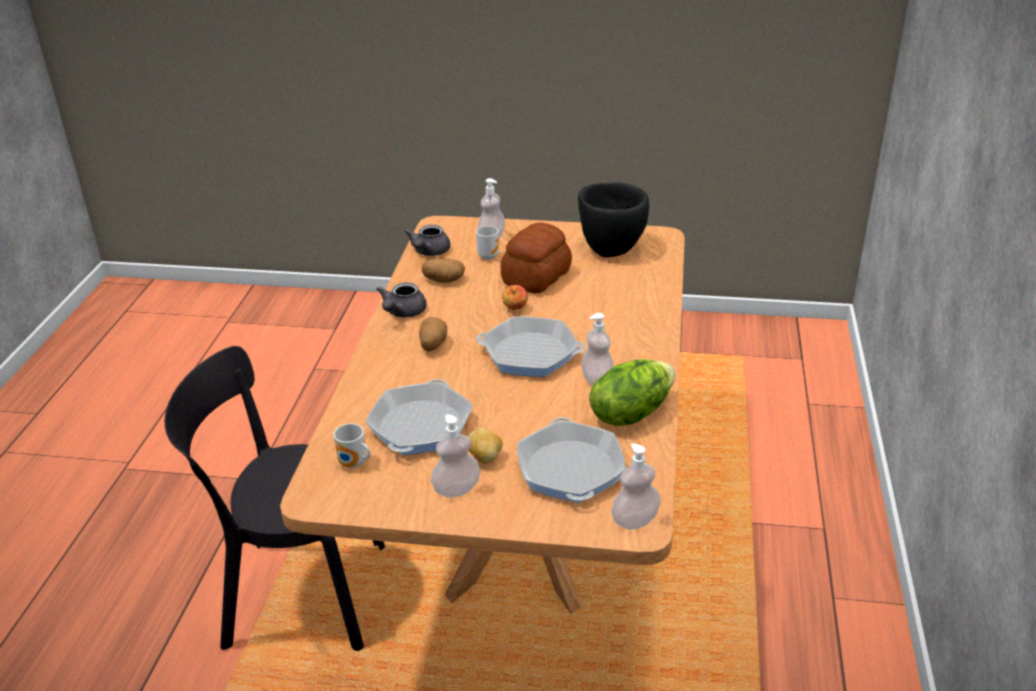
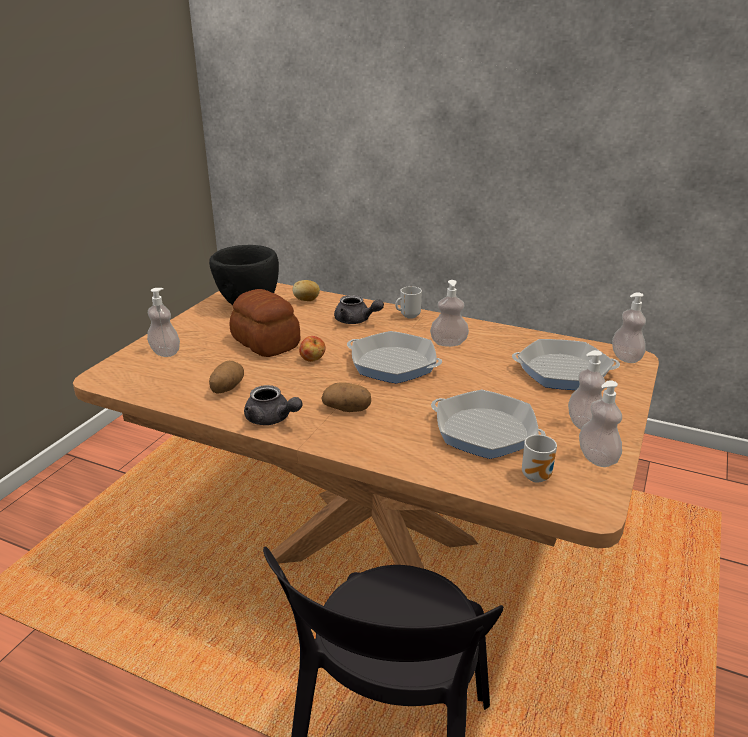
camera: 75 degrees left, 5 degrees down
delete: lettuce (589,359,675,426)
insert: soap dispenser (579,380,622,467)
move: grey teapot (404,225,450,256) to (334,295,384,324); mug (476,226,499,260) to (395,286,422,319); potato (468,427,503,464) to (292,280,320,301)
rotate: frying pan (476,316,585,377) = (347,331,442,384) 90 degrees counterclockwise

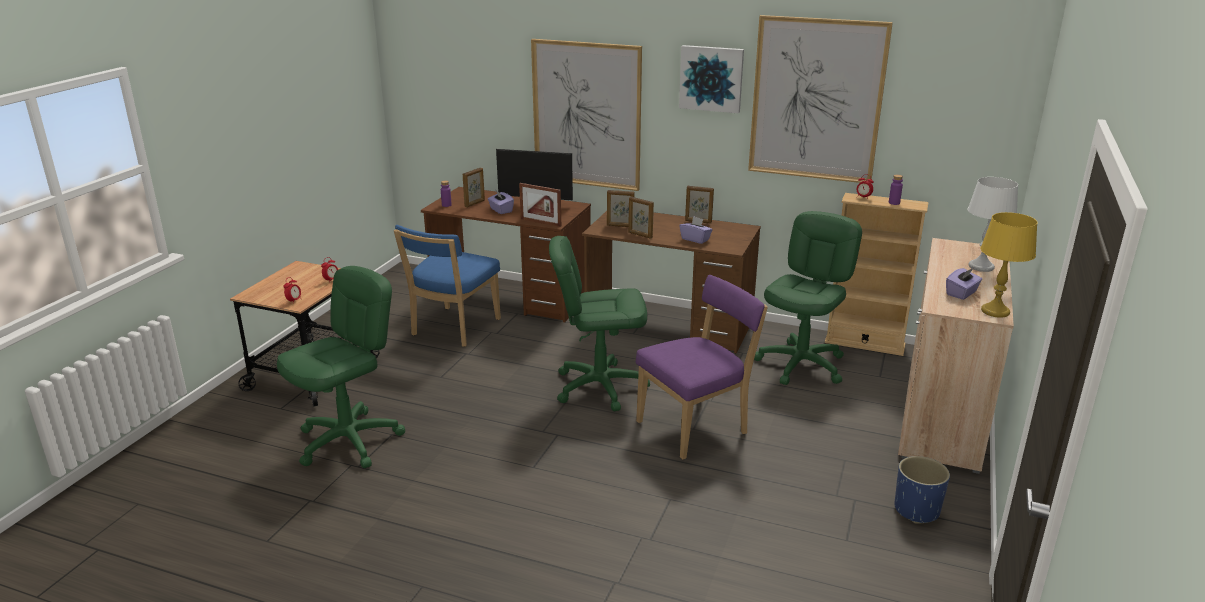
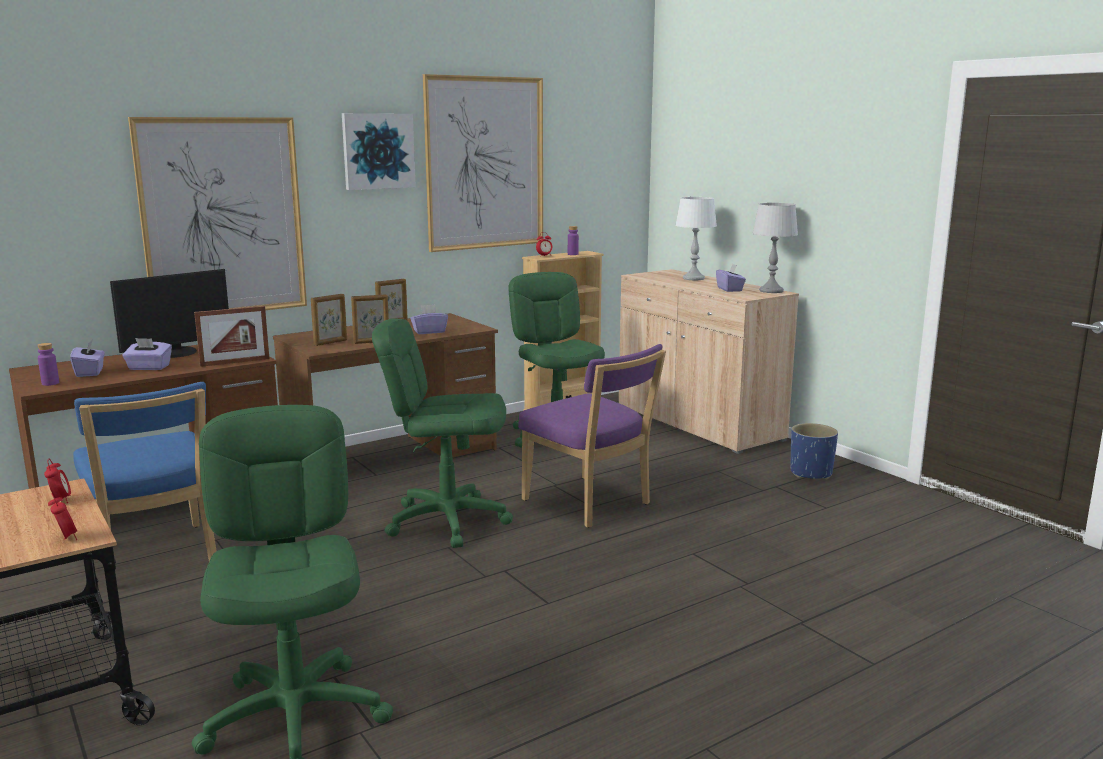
camera: 55 degrees left, 10 degrees down
replace: picture frame (463,167,485,207) to purple tissue box (70,340,105,377)
recolor: yellow table lamp (980,212,1038,318) to grey table lamp (752,203,798,293)
rotate: green office chair (549,236,650,411) = (372,318,513,548) 60 degrees clockwise; purple chair (636,275,768,459) = (518,344,666,528) 135 degrees clockwise

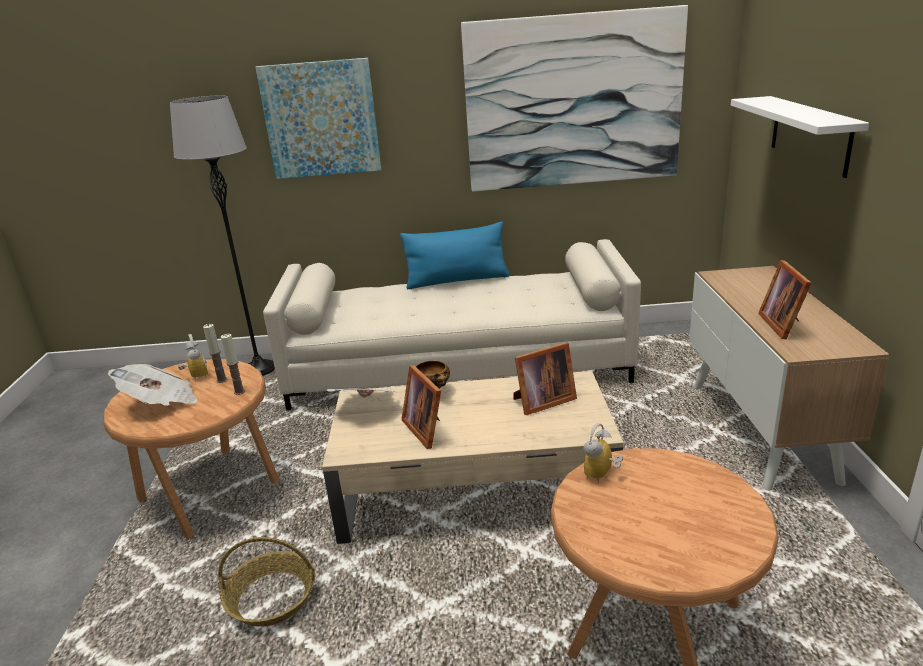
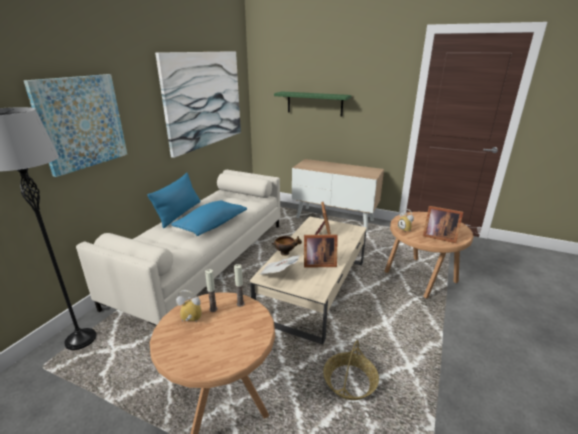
camera: 65 degrees left, 0 degrees up
delete: newspaper (108,364,198,406)
insert: blue pillow (171,200,247,236)
move: picture frame (758,260,812,339) to (423,206,463,243)
recolor: white shelf (731,96,869,178) to green shelf (274,91,351,116)

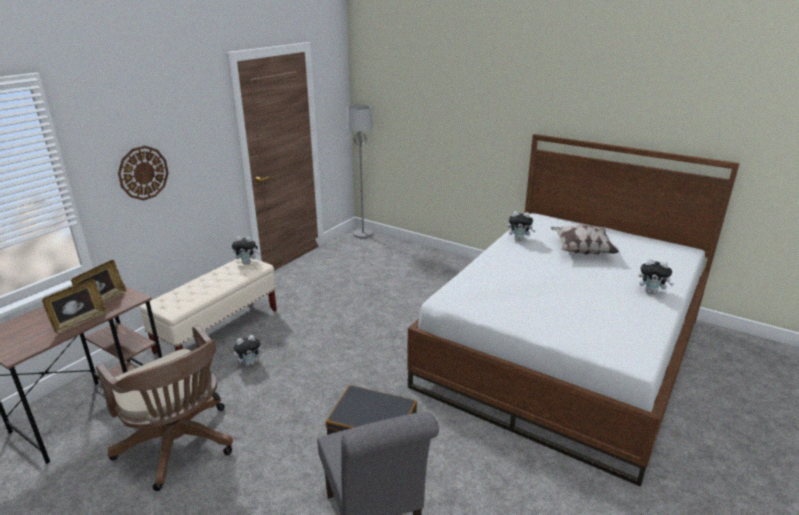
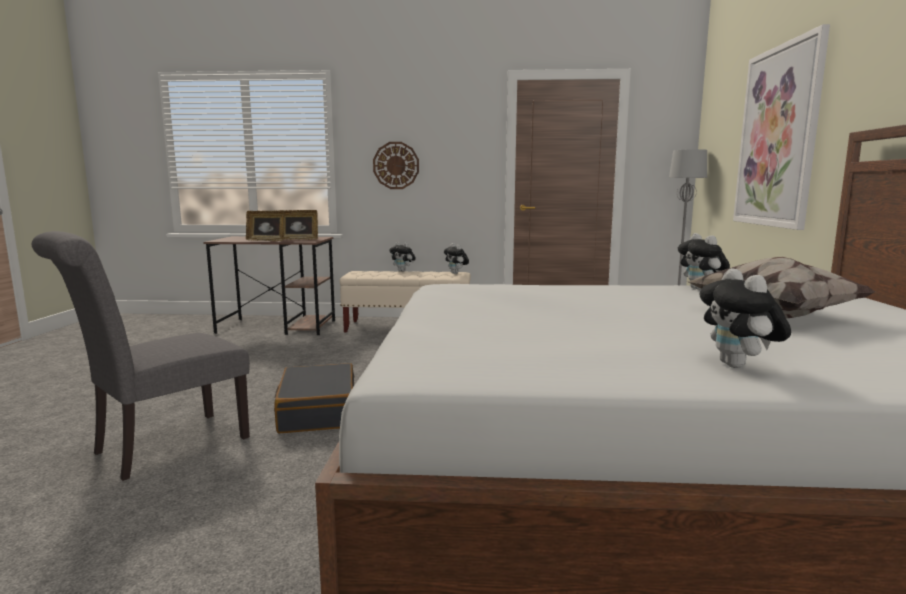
camera: 60 degrees right, 15 degrees down
delete: brown office chair (96,325,233,491)
insert: picture (733,24,830,230)
move: plush toy (234,335,264,366) to (389,242,416,272)

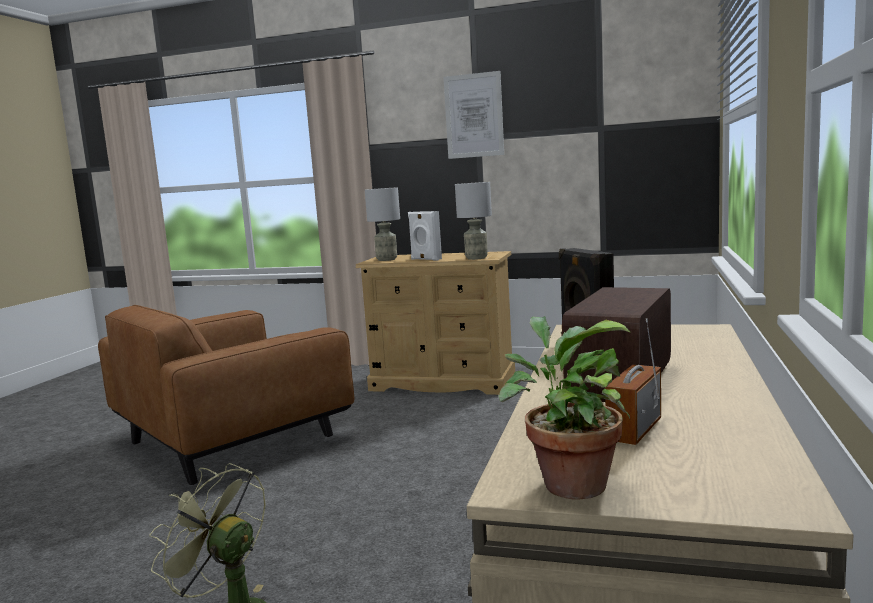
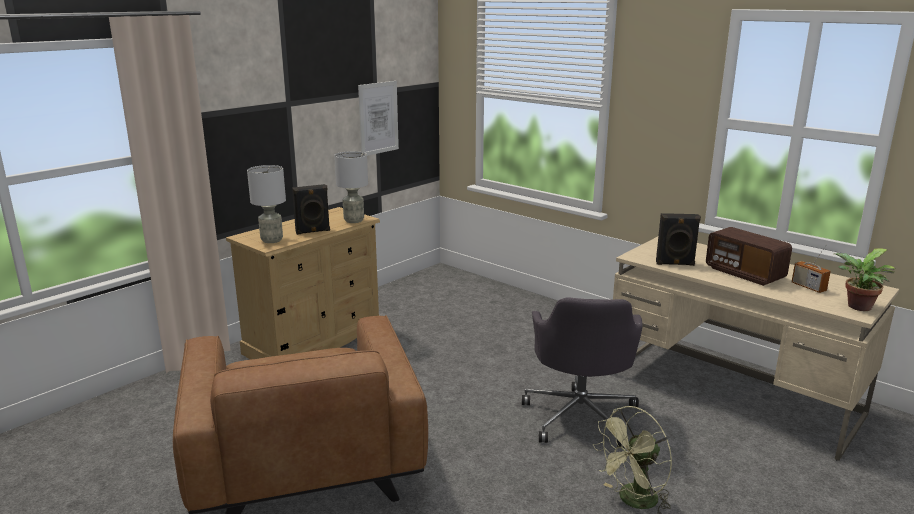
camera: 65 degrees left, 10 degrees up
insert: grey office chair (522,297,643,448)
move: picture (443,71,504,159) to (358,81,399,156)
recolor: white speaker (408,211,442,261) to black speaker (292,184,330,235)

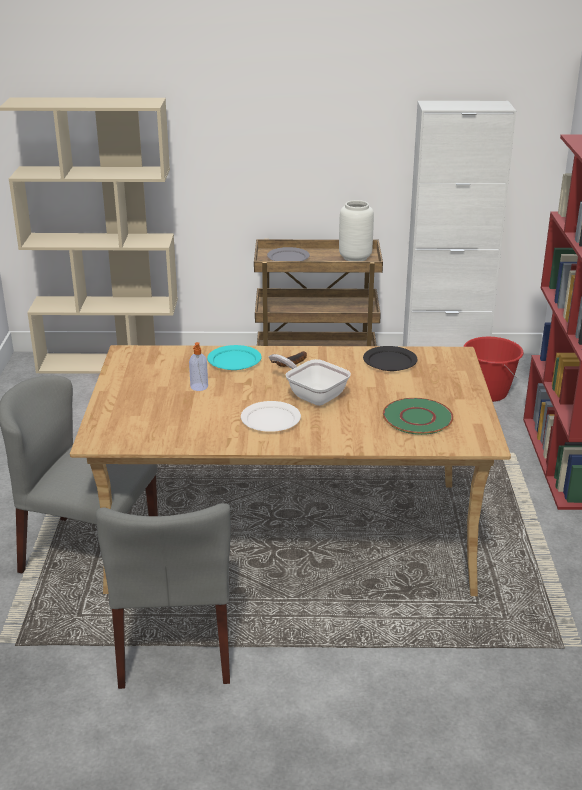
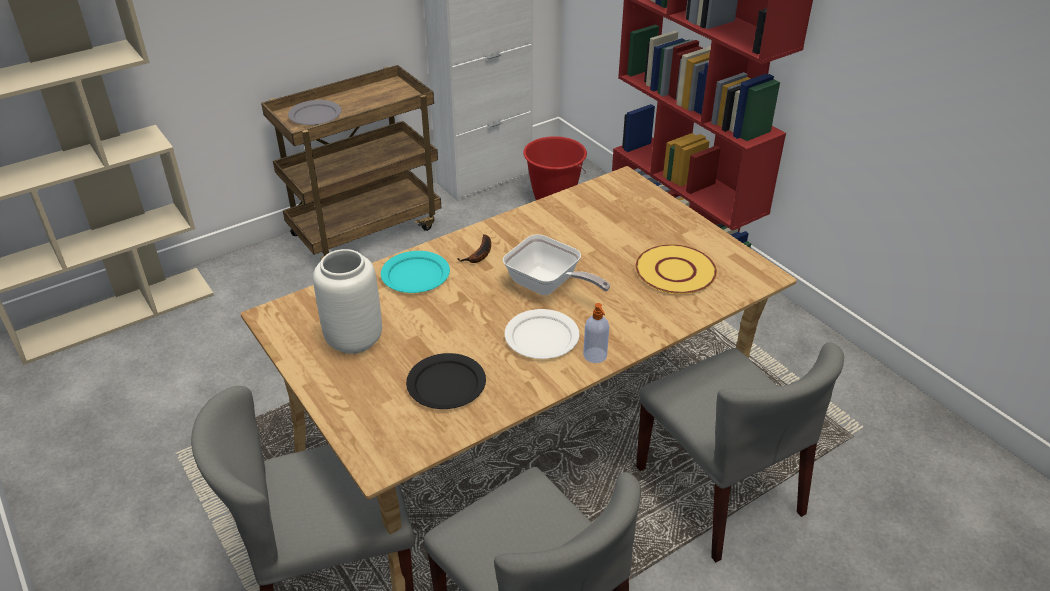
camera: 35 degrees left, 10 degrees up
insert: grey chair (636,342,844,562)
move: white vase (339,200,374,261) to (313,249,382,354); soap dispenser (189,342,208,391) to (583,303,609,363); black plate (363,346,417,371) to (406,353,486,409)
recolor: green plate (383,398,454,435) to yellow plate (636,244,717,294)
rotate: frying pan (269,354,351,406) = (503,234,610,295) 150 degrees counterclockwise

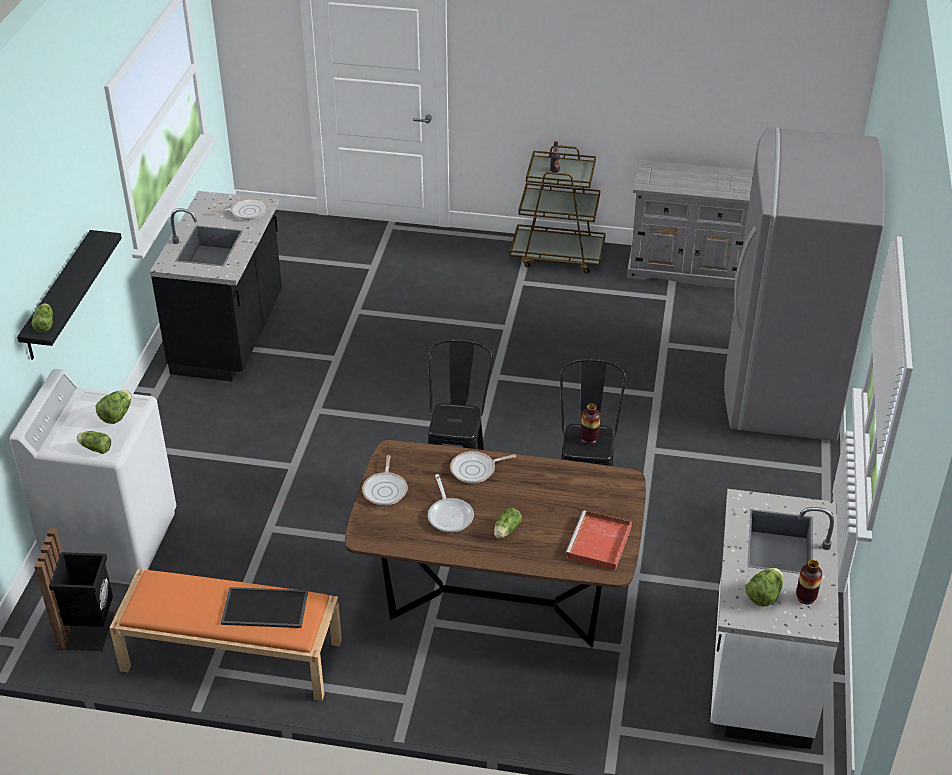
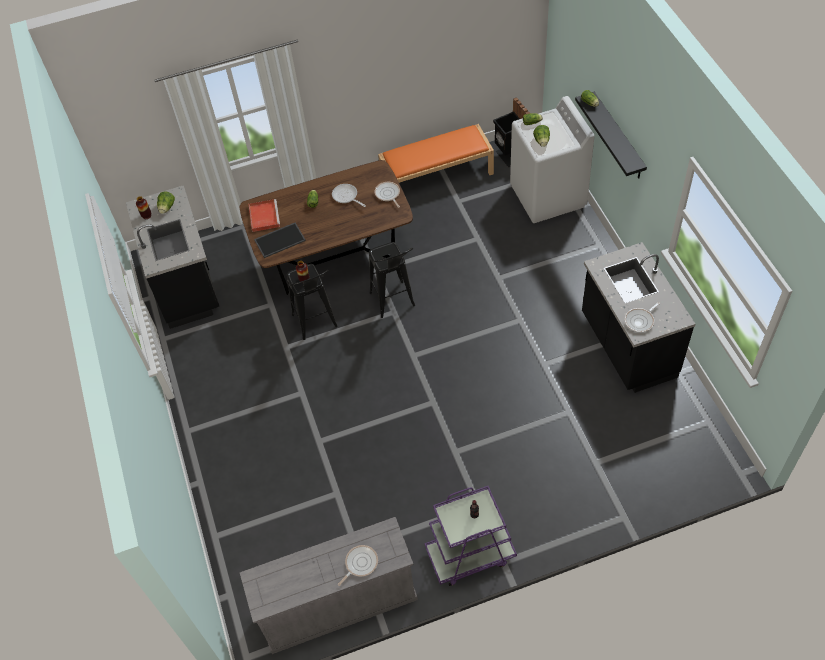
camera: 155 degrees right, 15 degrees up
delete: grey fridge (724,127,885,442)
move: frying pan (450,451,516,484) to (338,545,378,586); tray (221,587,308,628) to (254,223,306,258)
recolor: brown cart (510,145,606,274) to purple cart (425,486,517,586); white counter (710,489,839,749) to black counter (126,185,219,329)

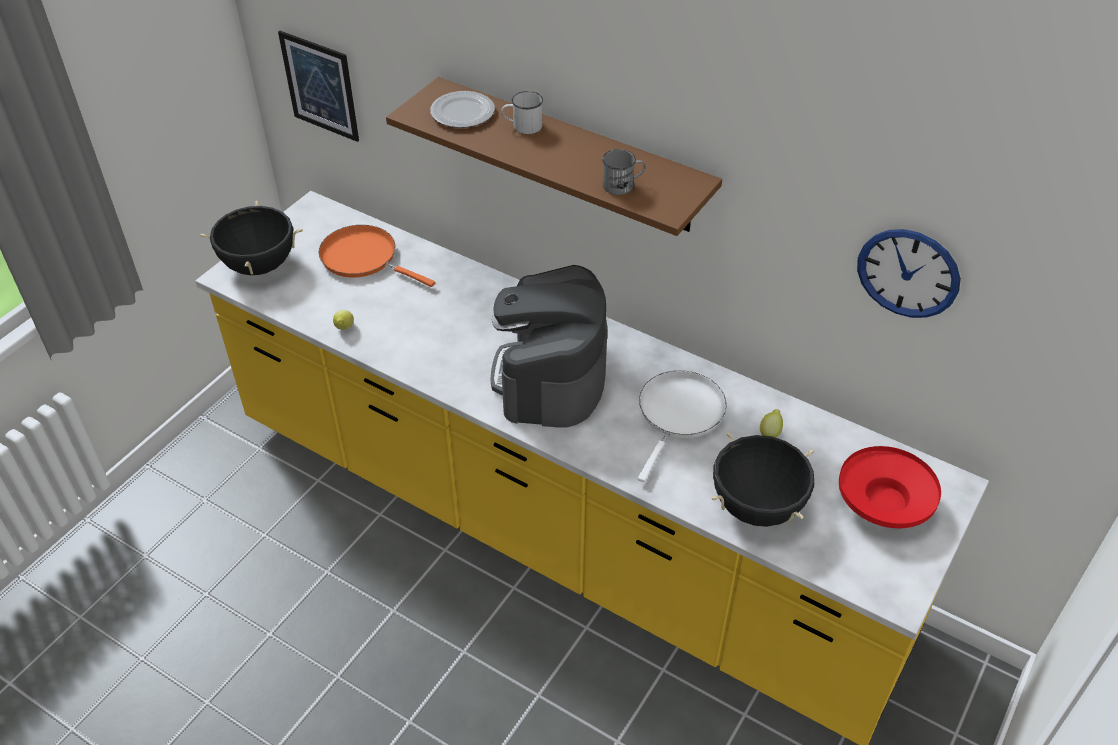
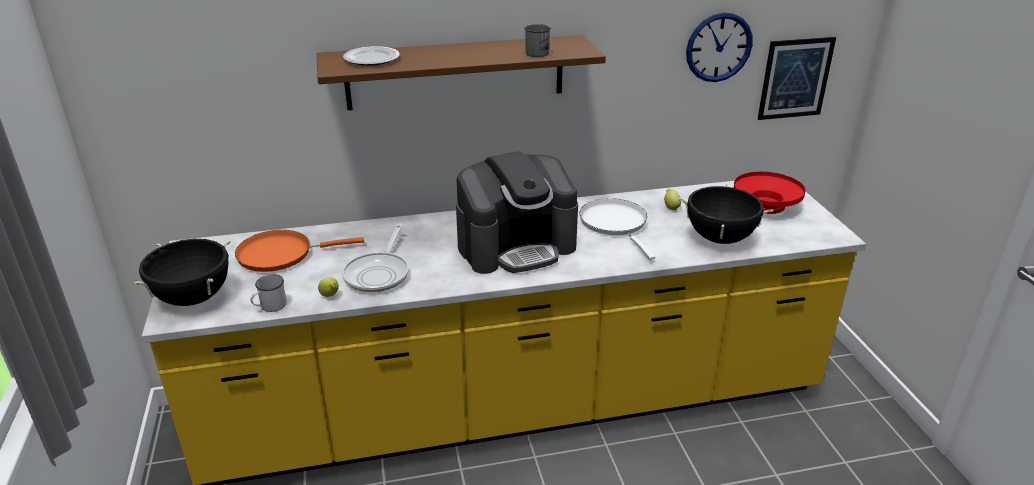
camera: 45 degrees left, 15 degrees down
insert: frying pan (342,223,409,292)
move: picture (278,31,359,142) to (758,37,836,120); white mug (502,91,543,134) to (250,275,287,312)
rotate: coffee machine (491,265,607,428) = (456,151,578,274) 75 degrees counterclockwise

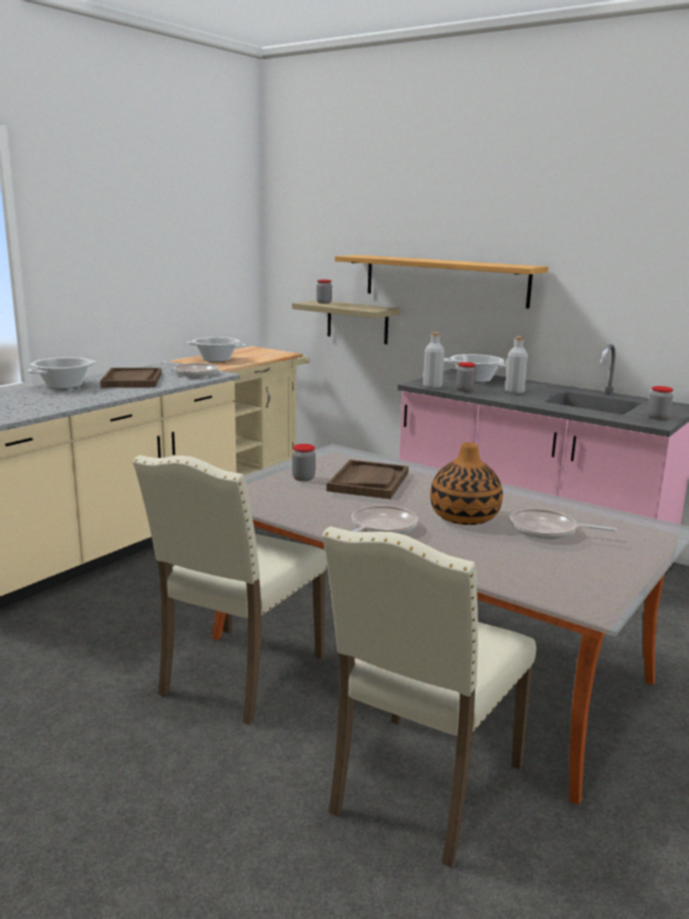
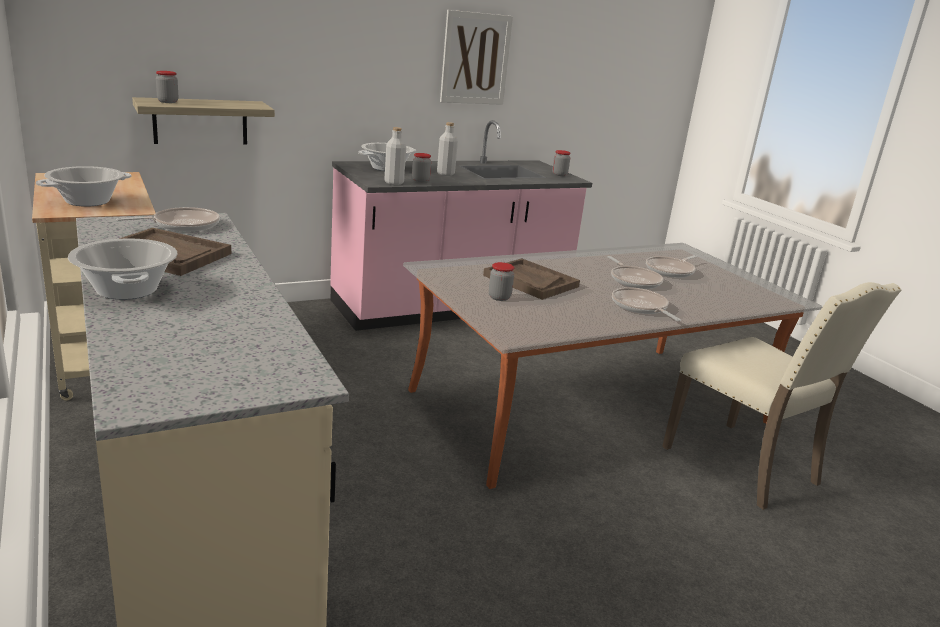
camera: 65 degrees left, 5 degrees up
delete: shelf (335,255,548,309); beige chair (133,455,327,724)
insert: picture (440,10,513,105)
replace: vase (430,442,503,525) to frying pan (607,256,663,289)

